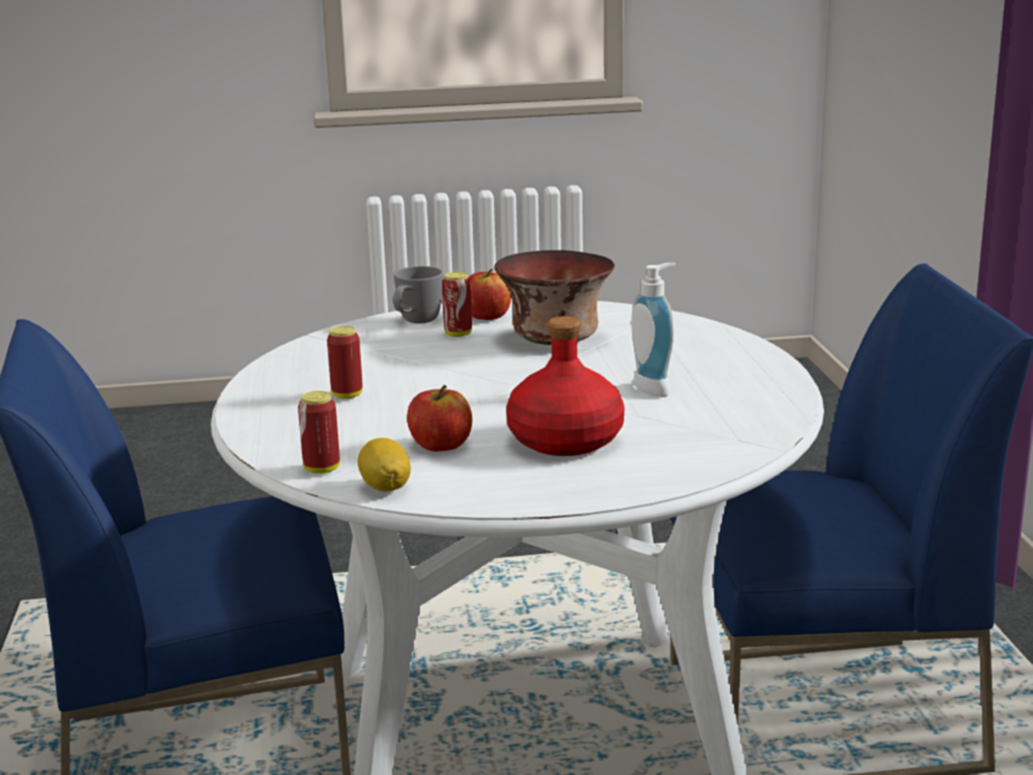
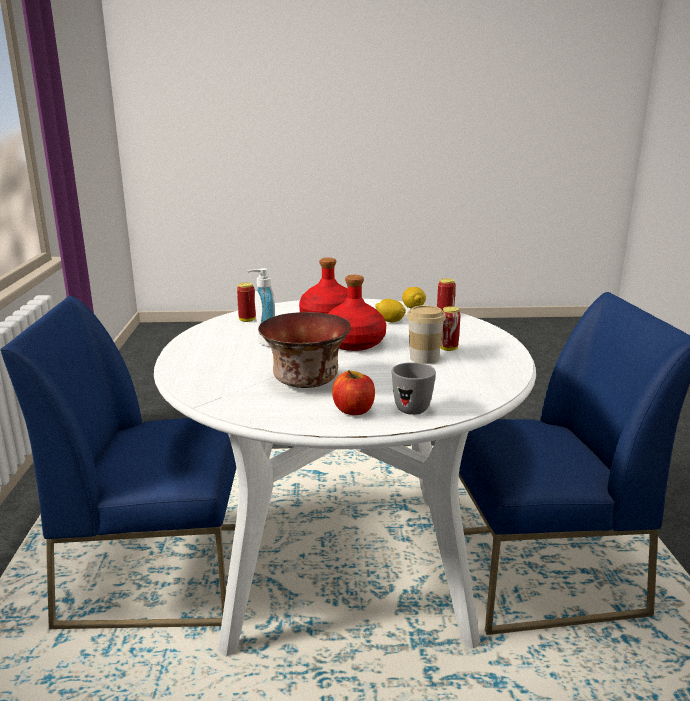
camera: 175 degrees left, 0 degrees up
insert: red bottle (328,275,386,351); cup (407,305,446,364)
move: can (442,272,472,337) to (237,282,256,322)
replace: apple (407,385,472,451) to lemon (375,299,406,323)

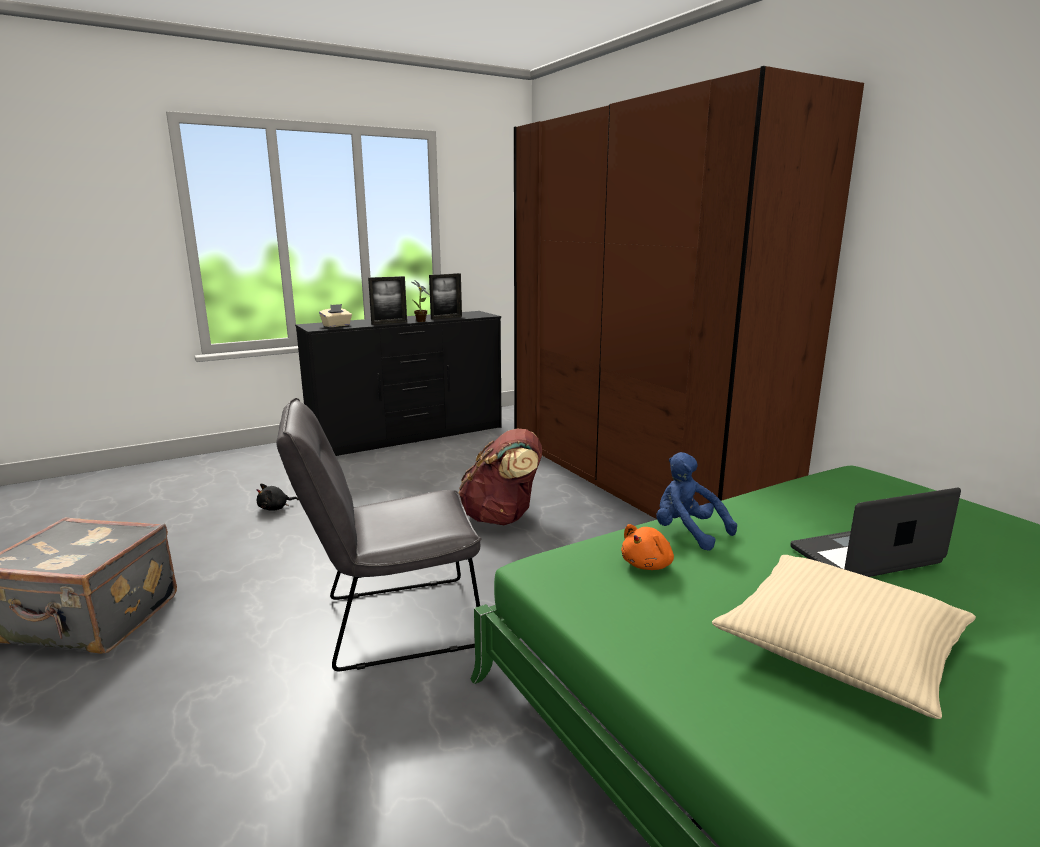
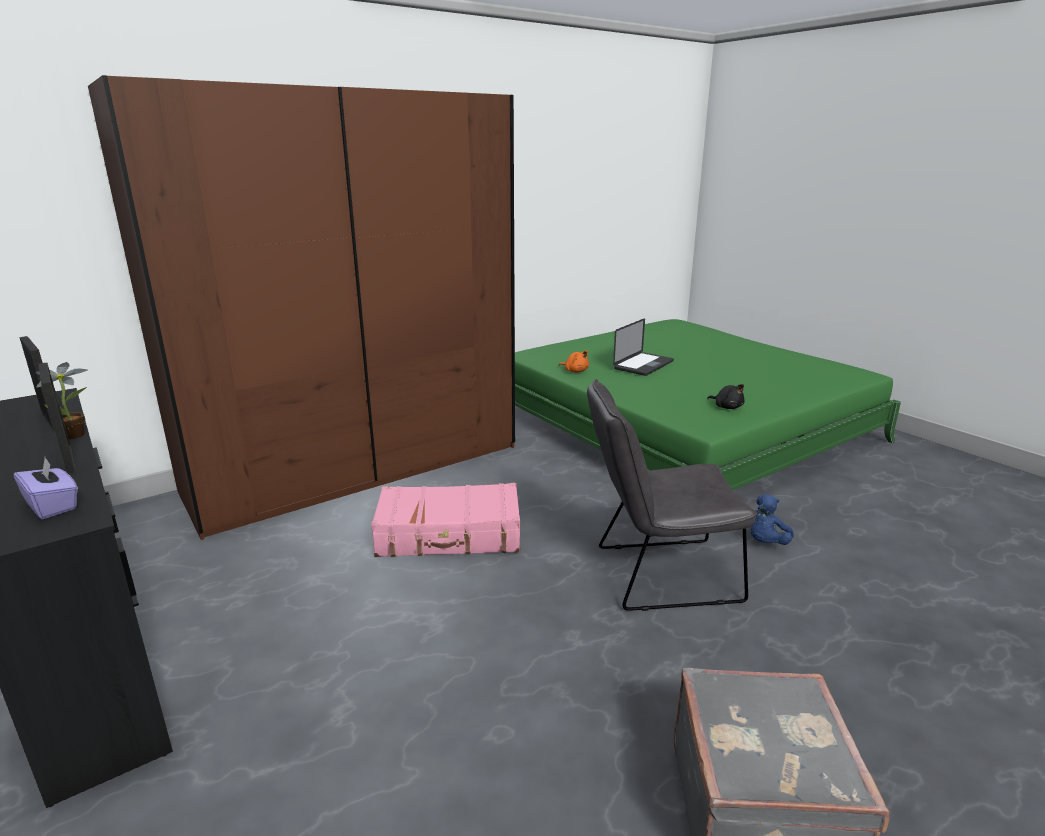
camera: 95 degrees left, 5 degrees up
delete: beige pillow (712,555,976,719)
move: blue plush toy (656,452,737,551) to (750,494,794,545); black plush toy (257,484,299,511) to (707,384,745,409); orange plush toy (621,524,674,570) to (559,350,589,372)
replace: brown backpack (458,429,542,525) to pink suitcase (371,483,520,557)
recolor: beige tissue box (319,304,352,327) to purple tissue box (14,458,78,519)
rotate: grey chair (276,398,482,671) = (587,379,758,611) 105 degrees clockwise; laptop (791,488,961,577) = (613,318,674,376) 120 degrees counterclockwise

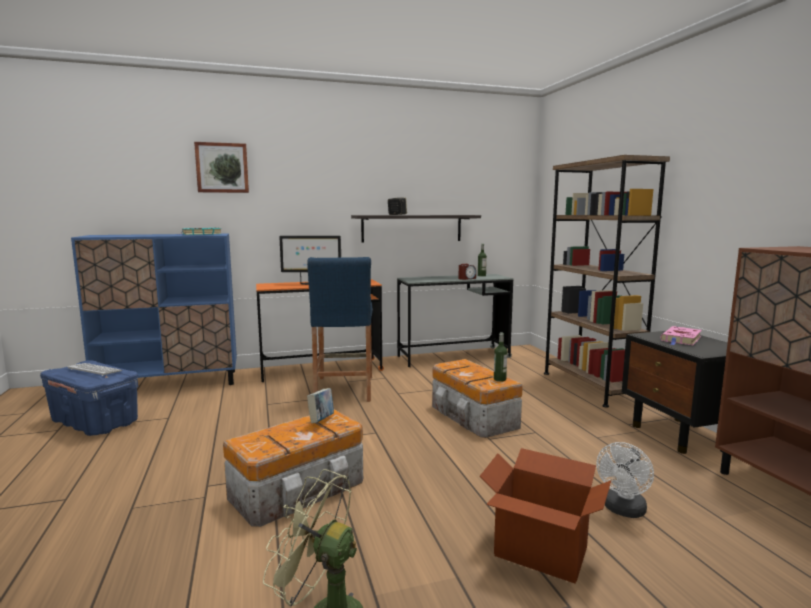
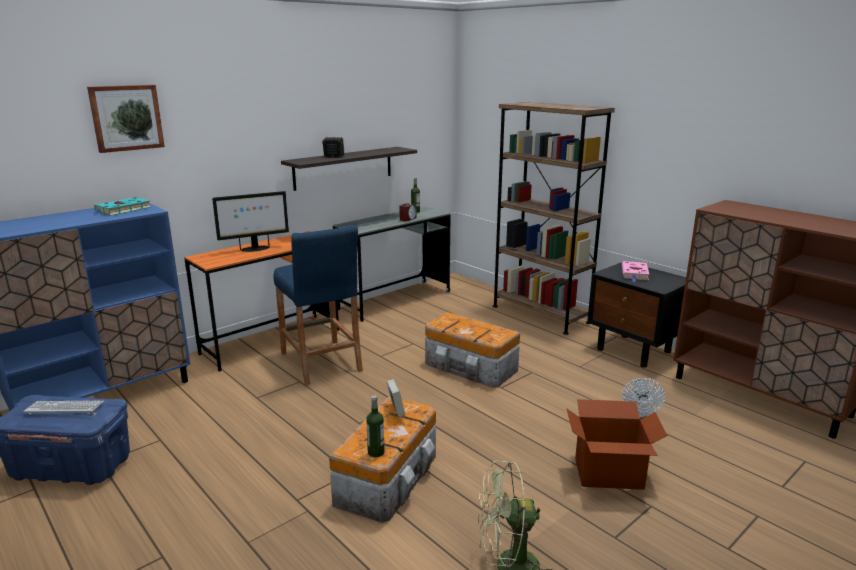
camera: 25 degrees left, 10 degrees up
move: bottle (494,333,507,381) to (366,396,385,457)

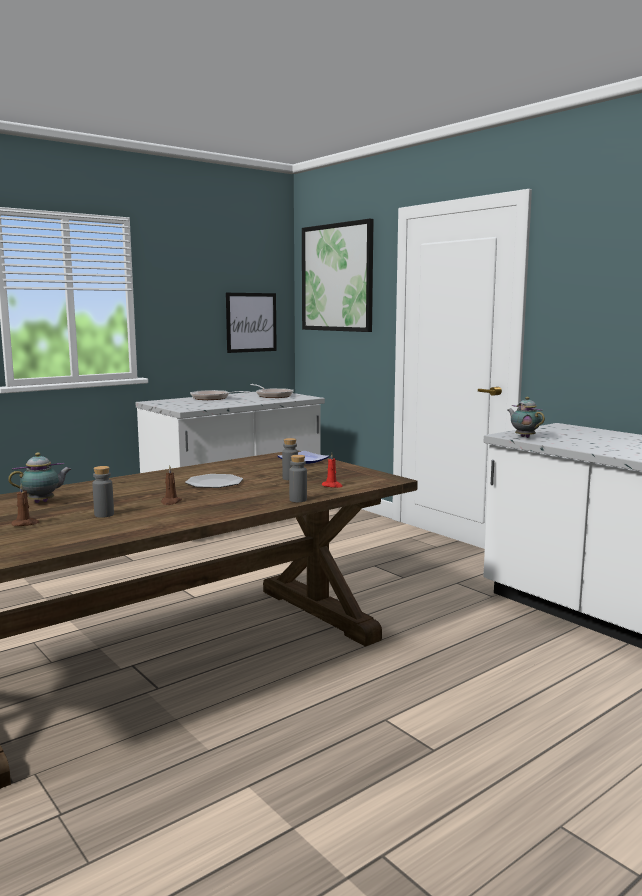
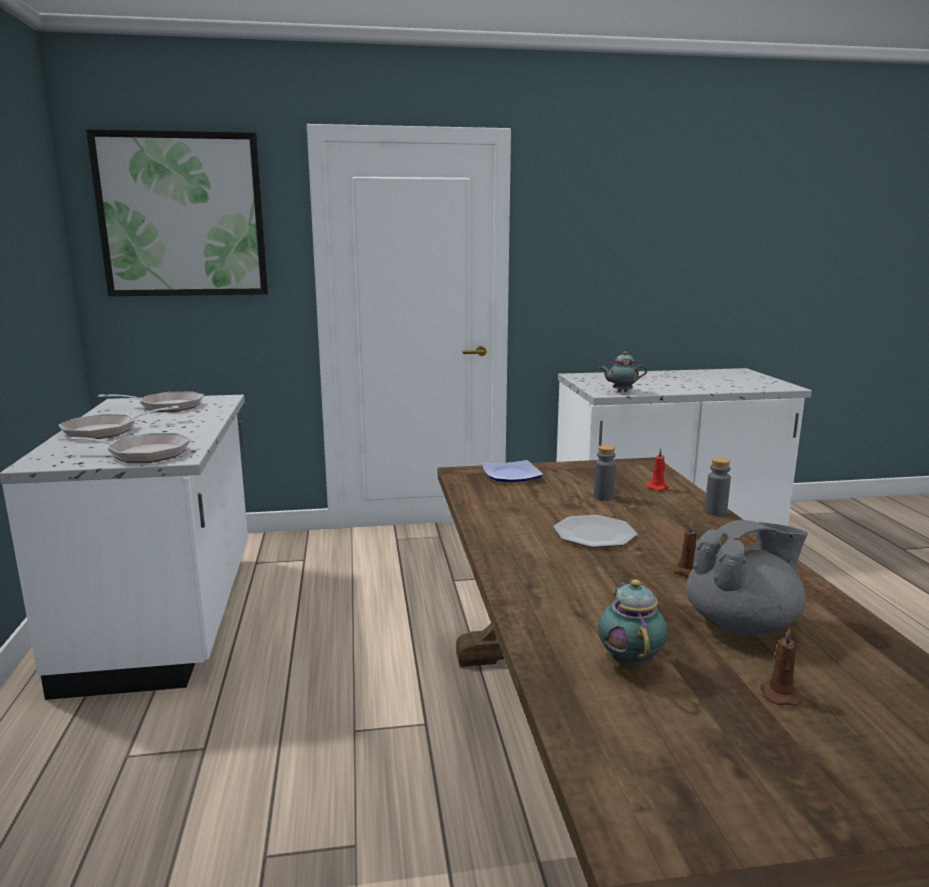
camera: 60 degrees left, 5 degrees up
delete: picture (226,293,277,353)
insert: frying pan (58,433,190,463)
replace: grey bottle (92,466,114,518) to grey teapot (686,520,807,636)

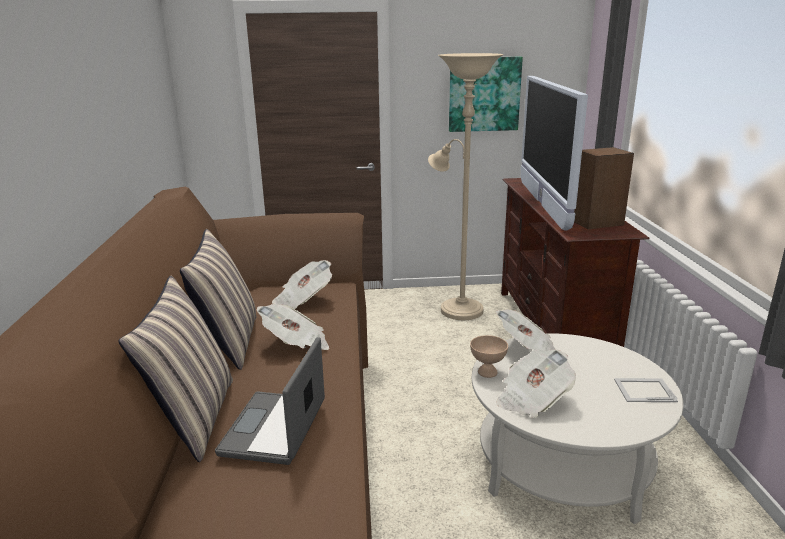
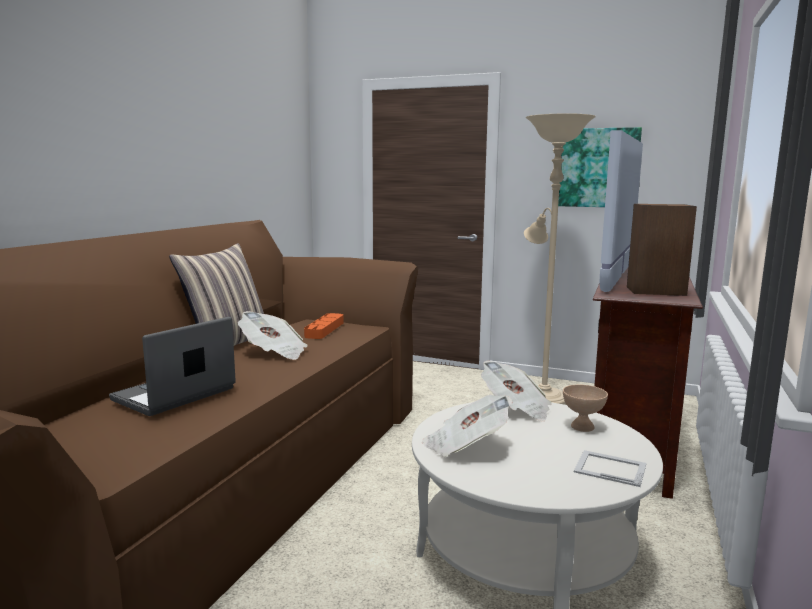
camera: 25 degrees right, 10 degrees down
delete: pillow (118,276,233,462)
move: beige bowl (470,335,508,378) to (563,385,608,432)
replace: newspaper (272,260,332,309) to orange tray (304,313,344,339)

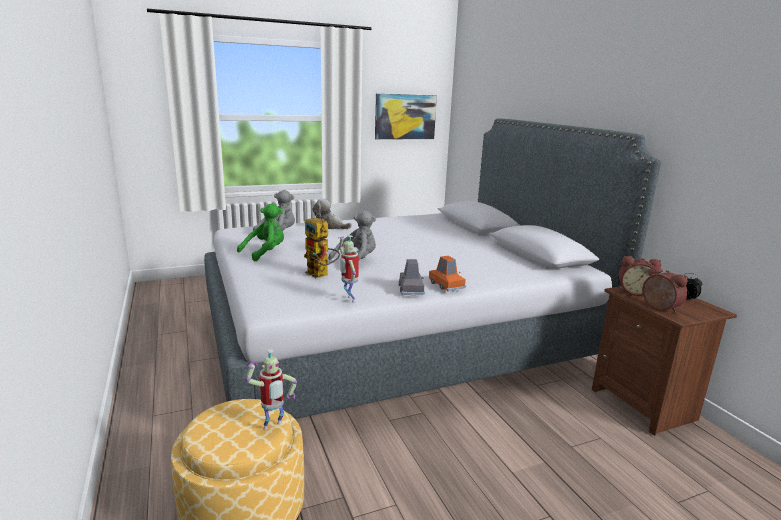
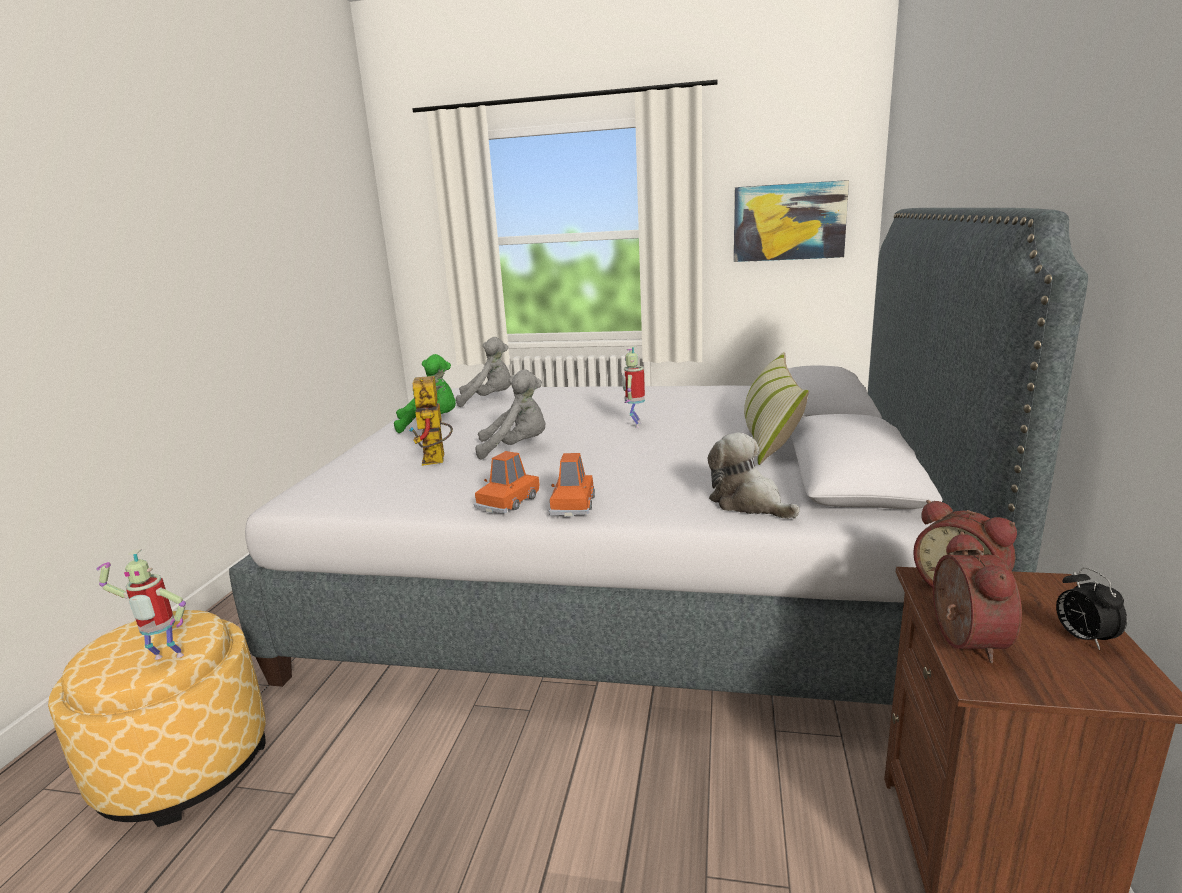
camera: 35 degrees right, 0 degrees up
insert: pillow (744,352,809,465)
move: plush toy (313,199,352,229) to (707,433,800,519); toy robot (338,235,359,303) to (622,346,645,428)
recolor: grey toy car (399,259,425,296) to orange toy car (474,451,540,513)

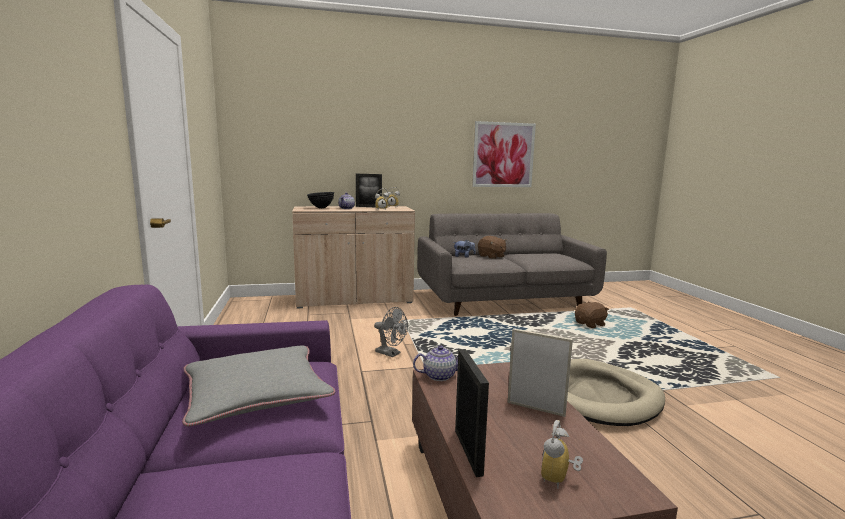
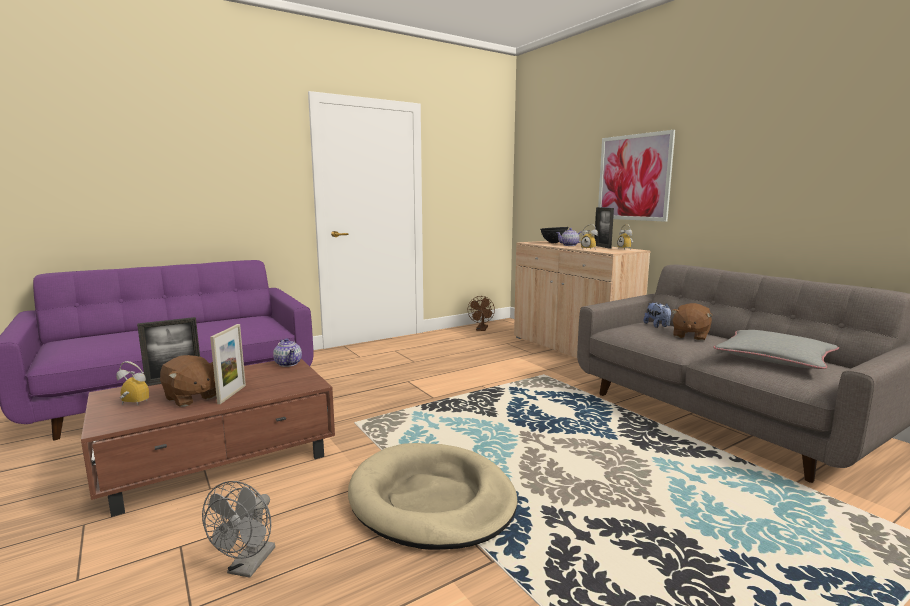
camera: 70 degrees right, 0 degrees up
insert: brown fan (468,296,495,331)
move: picture (472,121,536,187) to (598,130,675,222); brown plush toy (575,302,609,328) to (160,355,216,407); grey fan (374,307,408,357) to (202,481,275,578); grey pillow (182,345,335,426) to (713,330,839,369)

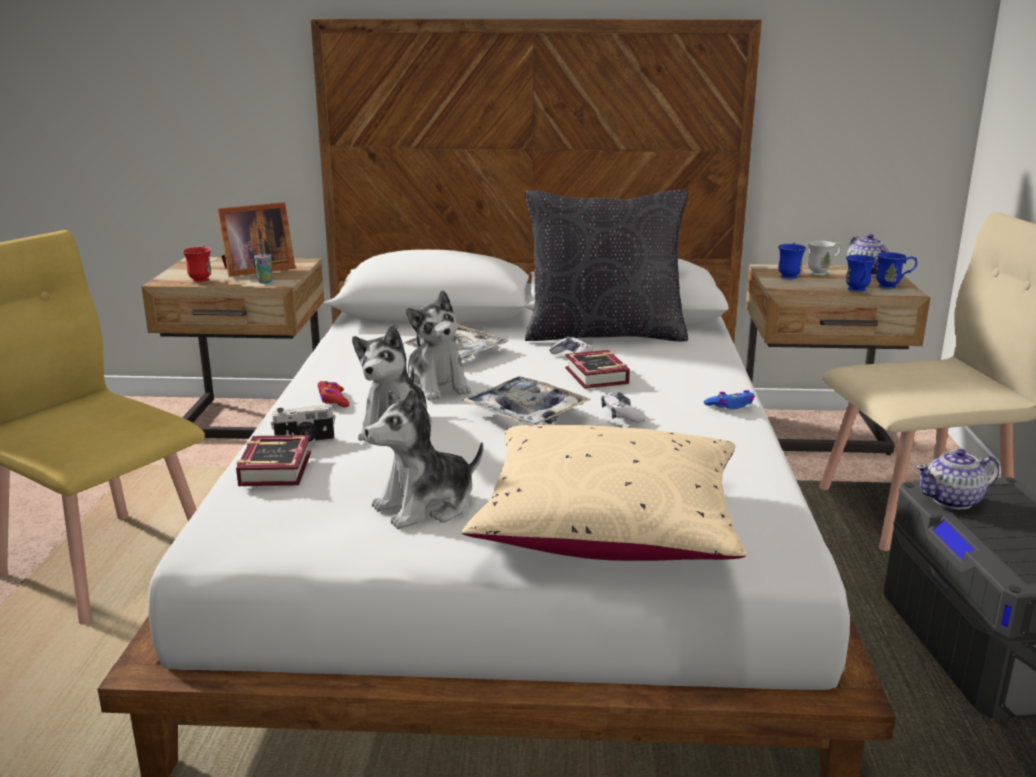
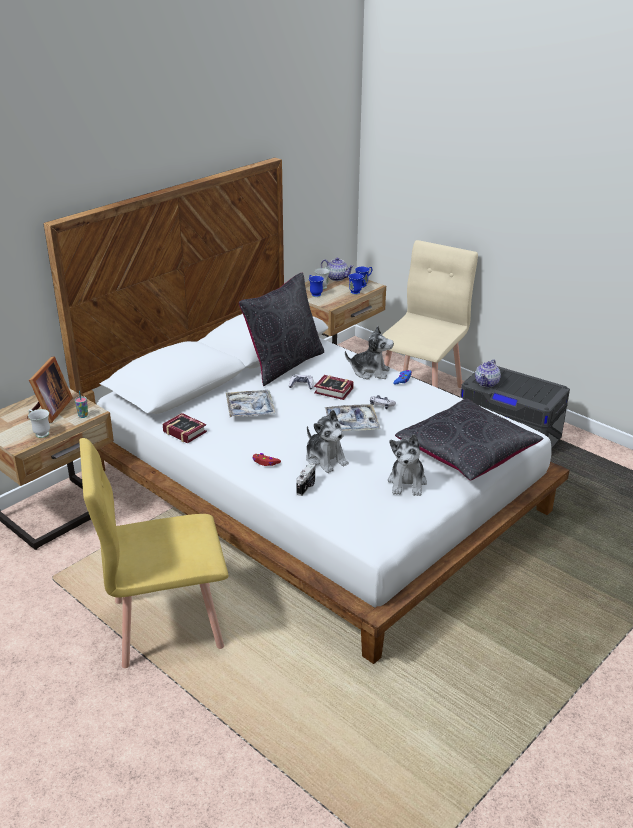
camera: 50 degrees left, 10 degrees up
move: plush toy (406,290,471,401) to (345,326,394,379); book (236,435,311,486) to (162,413,207,443)
recolor: red mug (182,246,211,284) to white mug (28,409,50,438); beige pillow (462,425,746,561) to black pillow (395,398,544,481)

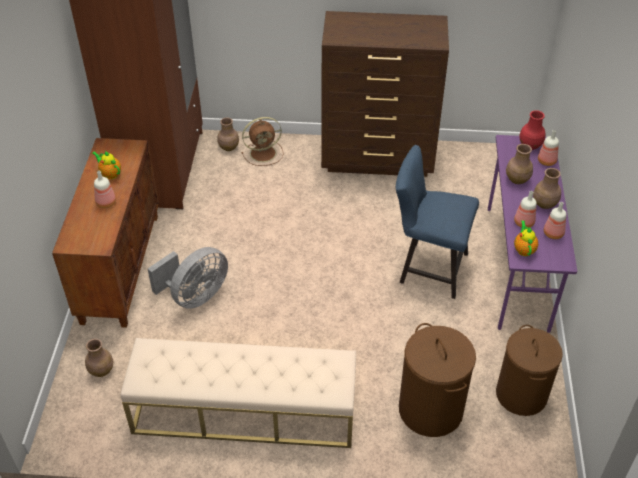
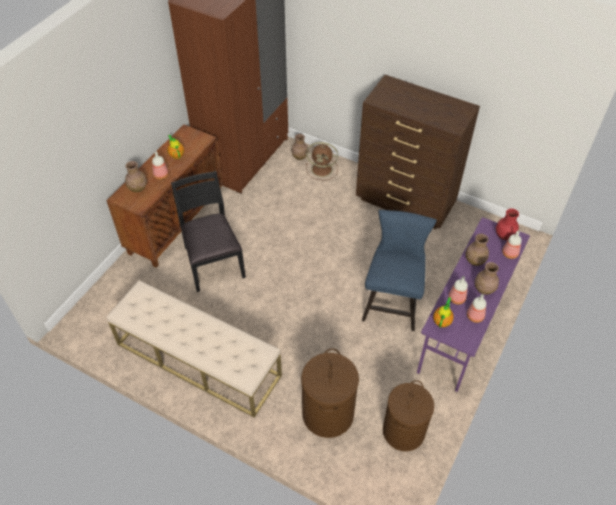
camera: 25 degrees right, 5 degrees up
move: brown vase (85,339,113,377) to (125,161,147,192)
replace: grey fan (148,247,228,309) to black chair (171,171,246,292)
rotate: blue chair (396,145,479,299) = (362,210,437,331) 60 degrees clockwise

